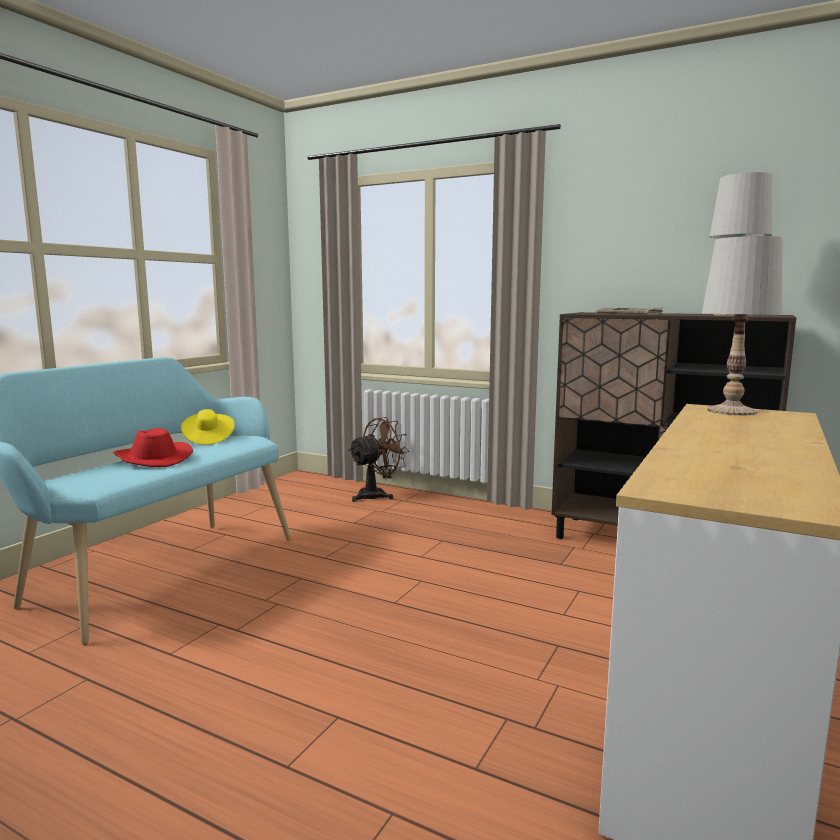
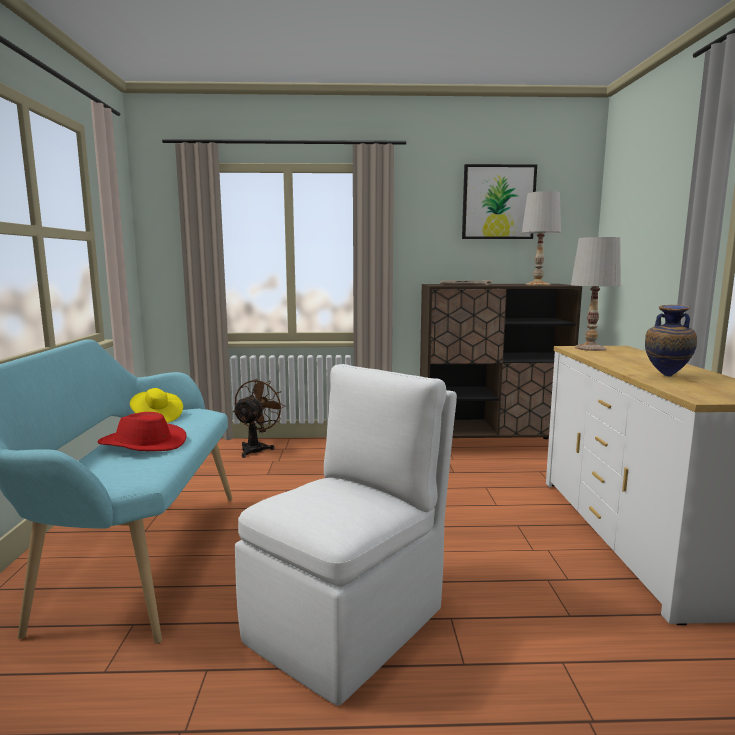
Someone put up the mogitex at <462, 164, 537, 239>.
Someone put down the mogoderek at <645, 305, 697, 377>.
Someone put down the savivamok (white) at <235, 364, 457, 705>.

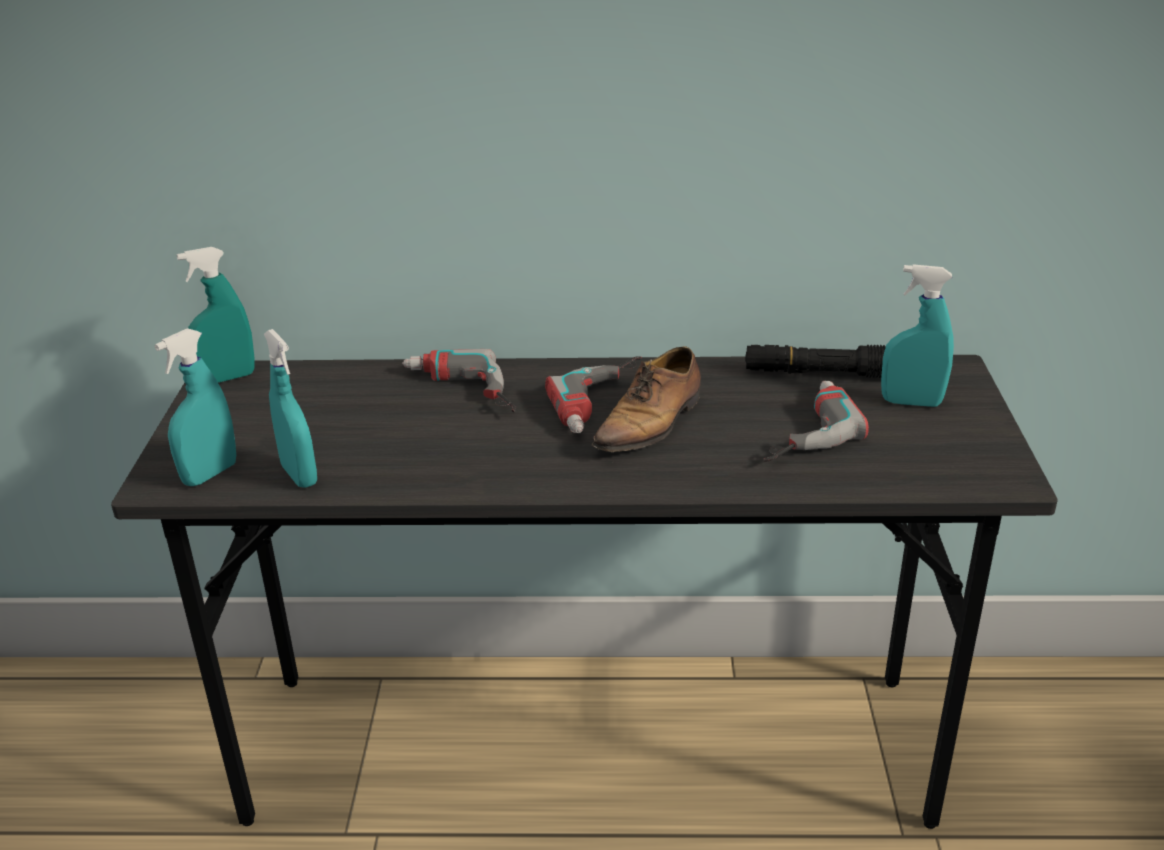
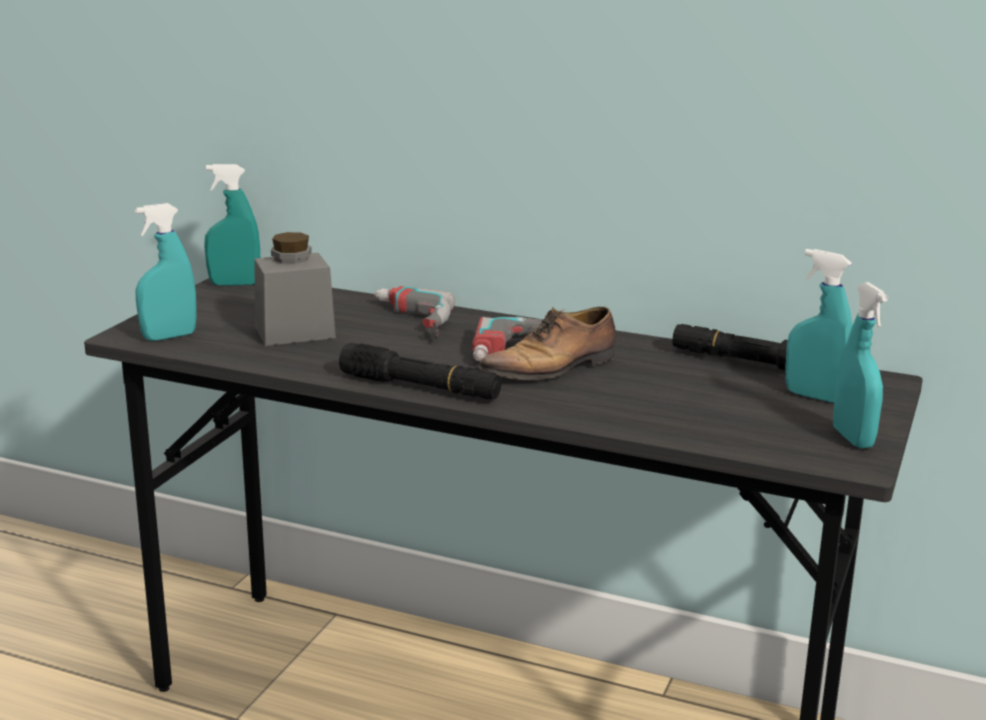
Someone carried the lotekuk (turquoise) from <264, 329, 317, 488> to <833, 282, 888, 449>.
Someone took away the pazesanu at <764, 381, 869, 462>.
Someone put down the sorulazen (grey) at <254, 232, 336, 346>.
Someone put down the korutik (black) at <339, 343, 502, 400>.

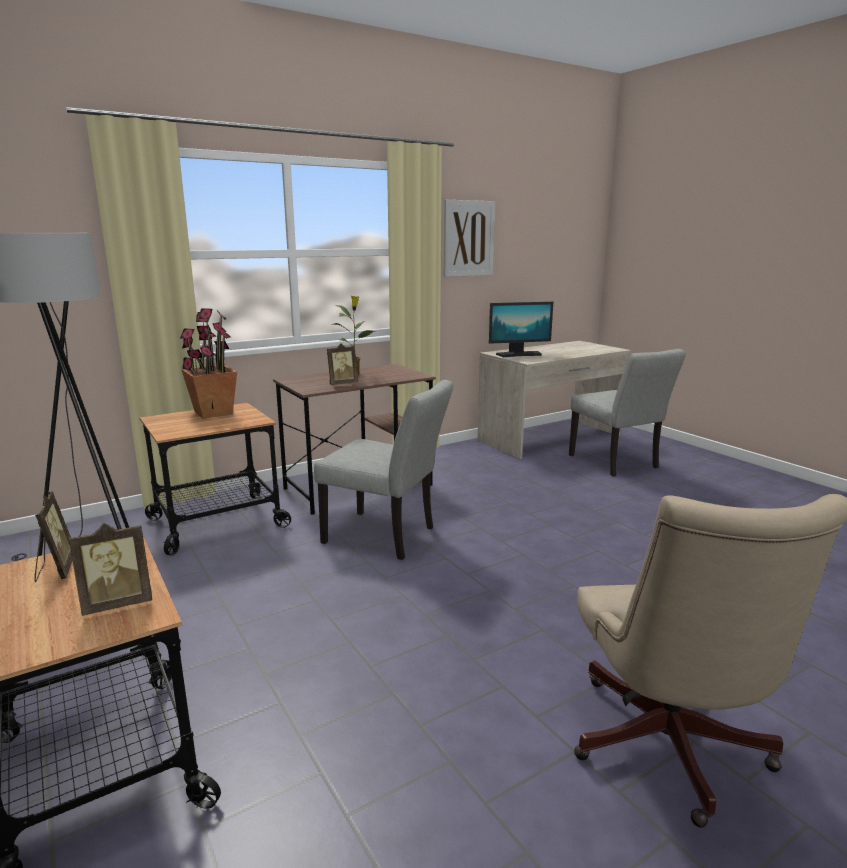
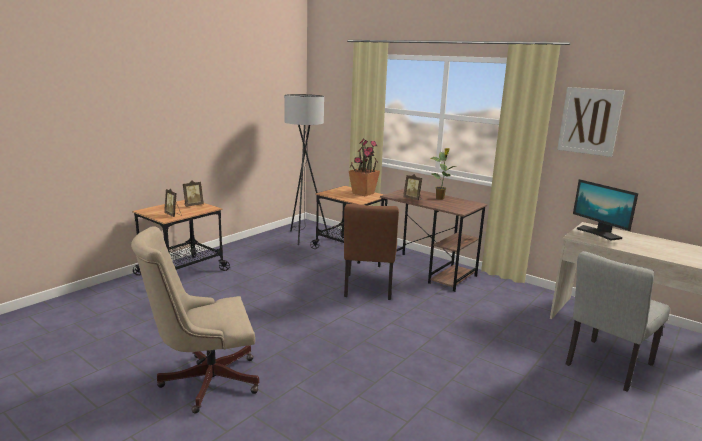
Someone repainted the savivamok (grey) at <314, 380, 453, 560>, which became the savivamok (brown) at <344, 204, 399, 300>.

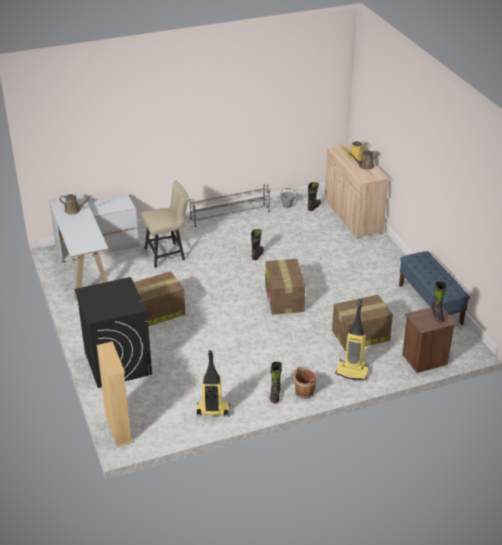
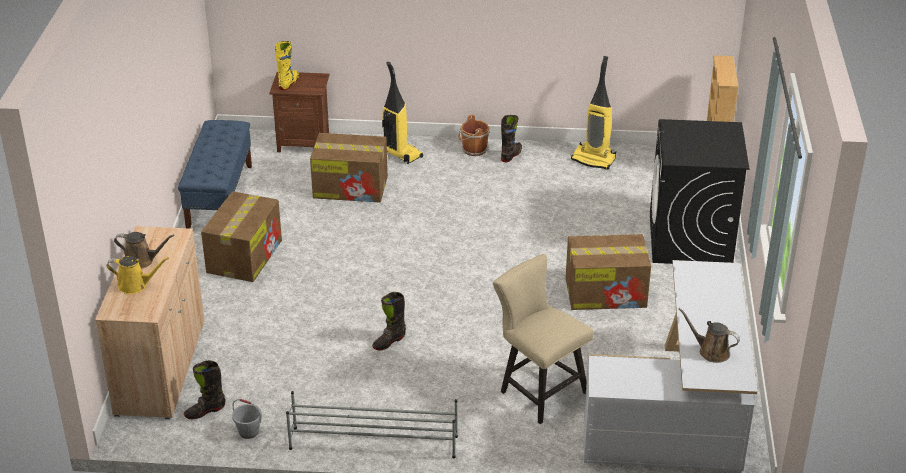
Someone rotated the savivamok (beige) at <141, 181, 189, 268> by 45 degrees clockwise.
Someone carried the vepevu from <265, 259, 305, 315> to <201, 191, 282, 282>.
Someone repainted the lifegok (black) at <432, 281, 447, 322>, which became the lifegok (yellow) at <275, 41, 299, 90>.

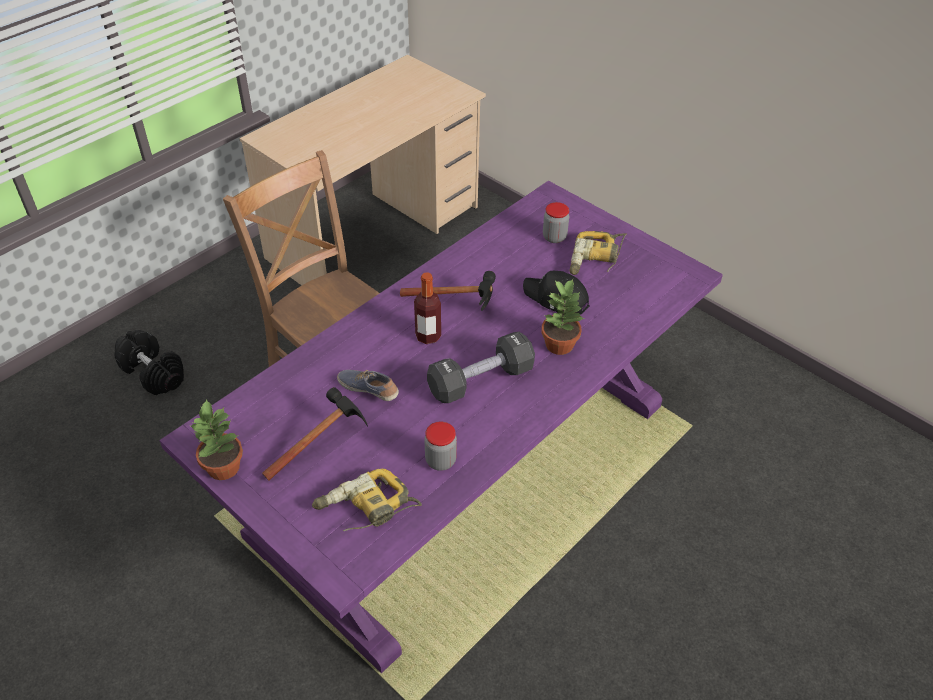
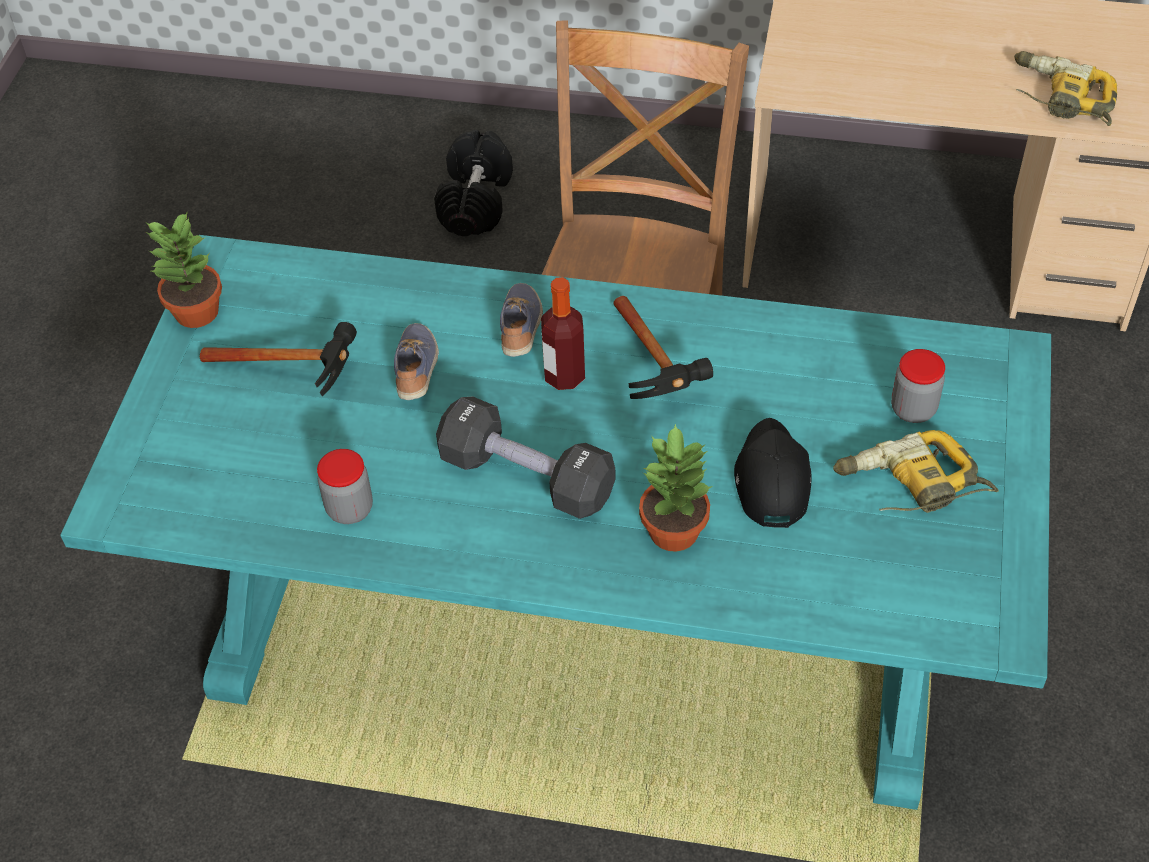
Someone repainted the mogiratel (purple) at <160, 181, 723, 673>, which became the mogiratel (turquoise) at <60, 235, 1051, 810>.
Someone carried the pazesanu from <312, 469, 422, 531> to <1014, 51, 1117, 126>.
Someone put down the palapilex at <500, 283, 543, 357>.

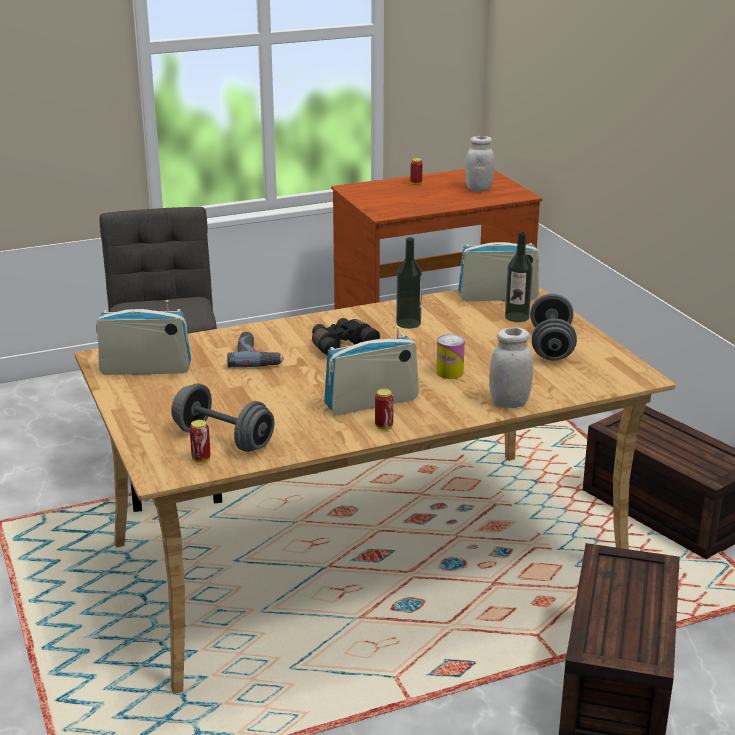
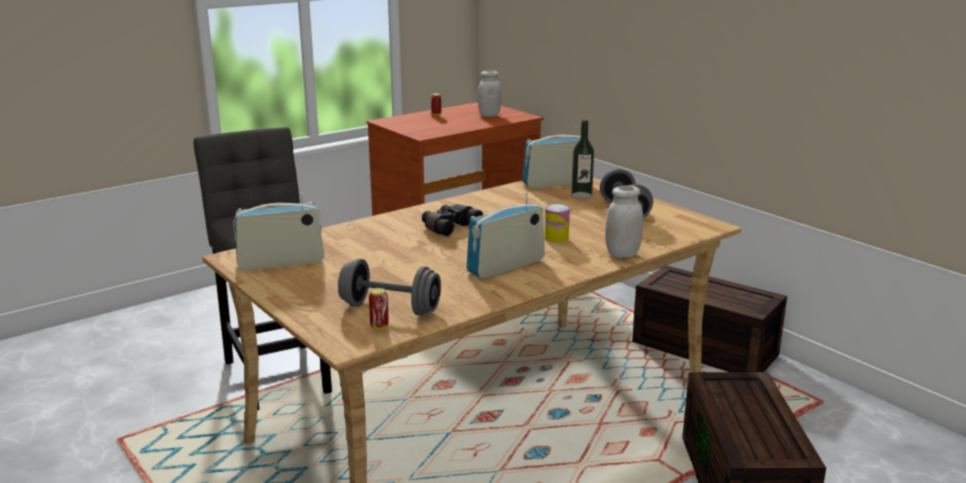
Someone took away the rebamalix at <396, 237, 422, 329>.
Someone took away the pazesanu at <227, 332, 284, 368>.
Someone took away the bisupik at <375, 389, 394, 430>.

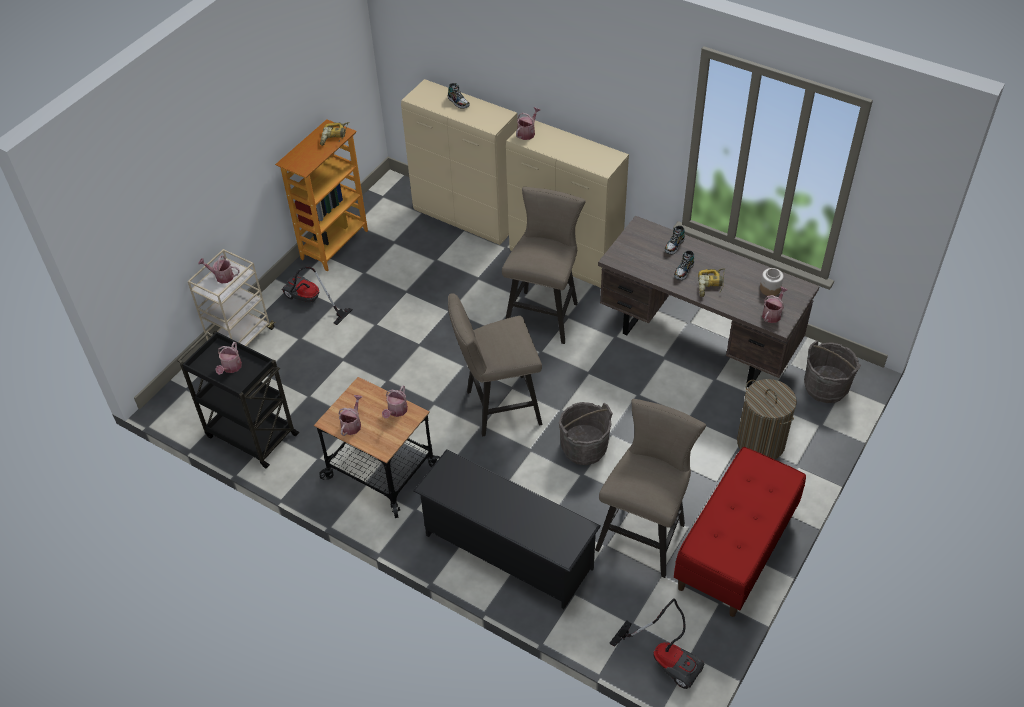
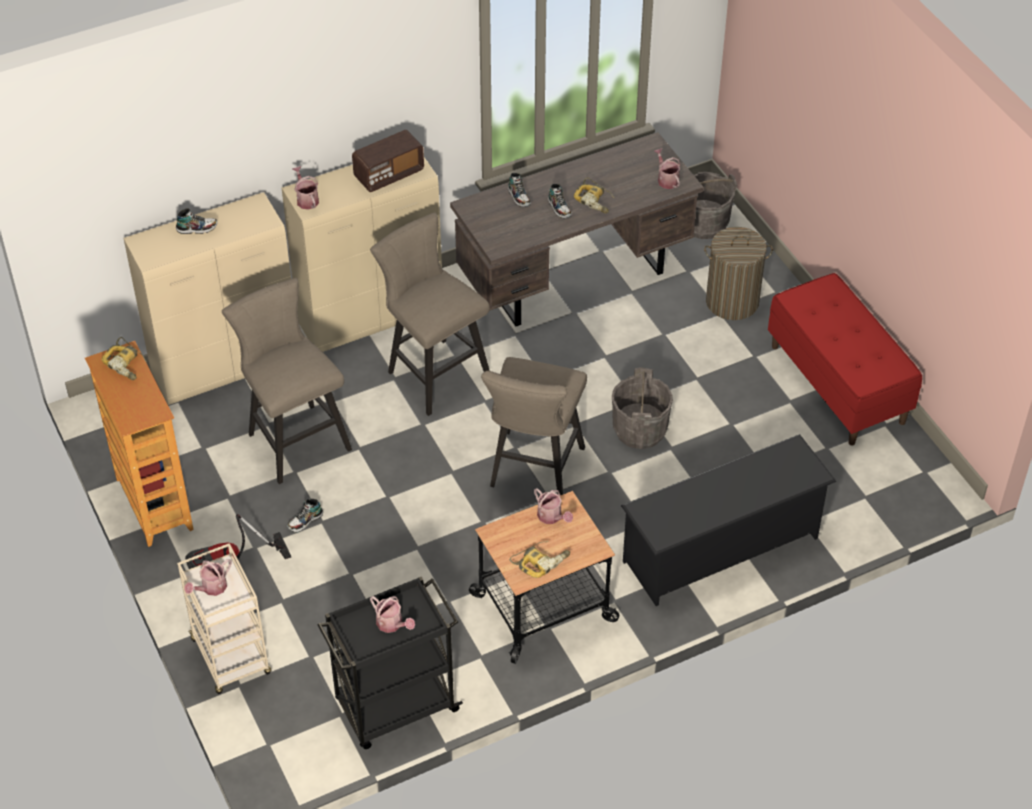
Someone took away the sorulazen at <760, 268, 784, 296>.
Someone swapped the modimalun at <339, 395, 362, 436> for the pazesanu at <510, 541, 570, 578>.
Someone carried the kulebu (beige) from <595, 399, 706, 578> to <222, 278, 352, 484>.
Someone took away the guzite at <609, 598, 704, 689>.
Someone put down the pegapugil at <352, 130, 424, 192>.
Someone put down the palapilex at <287, 499, 323, 533>.

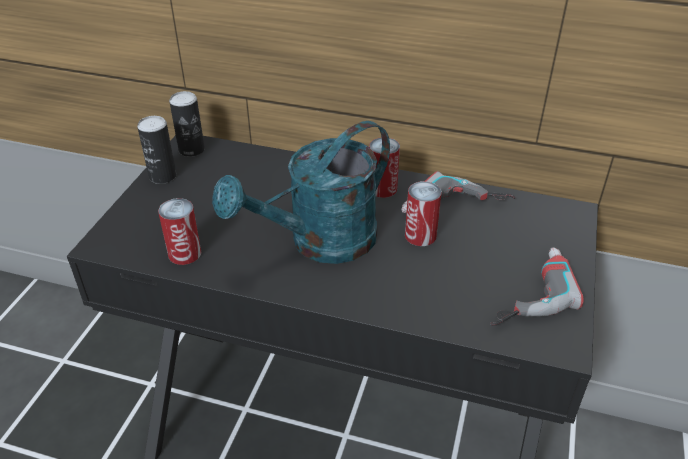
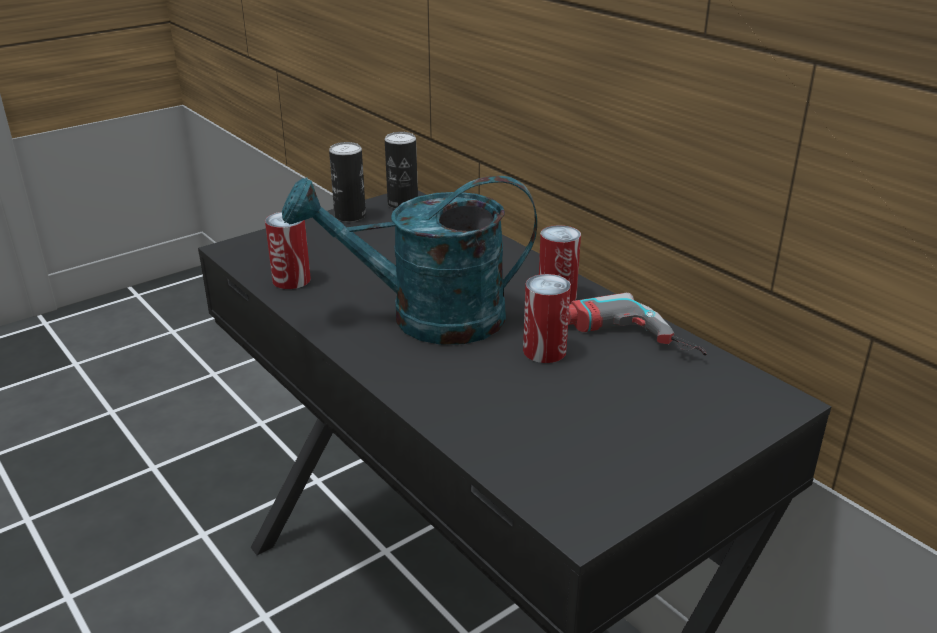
Someone took away the pazesanu at <490, 247, 584, 326>.

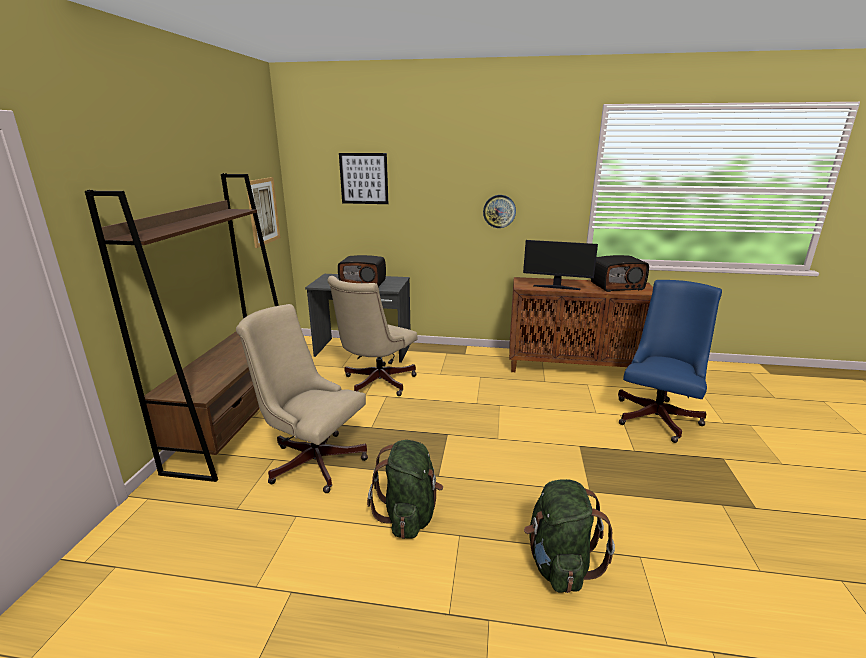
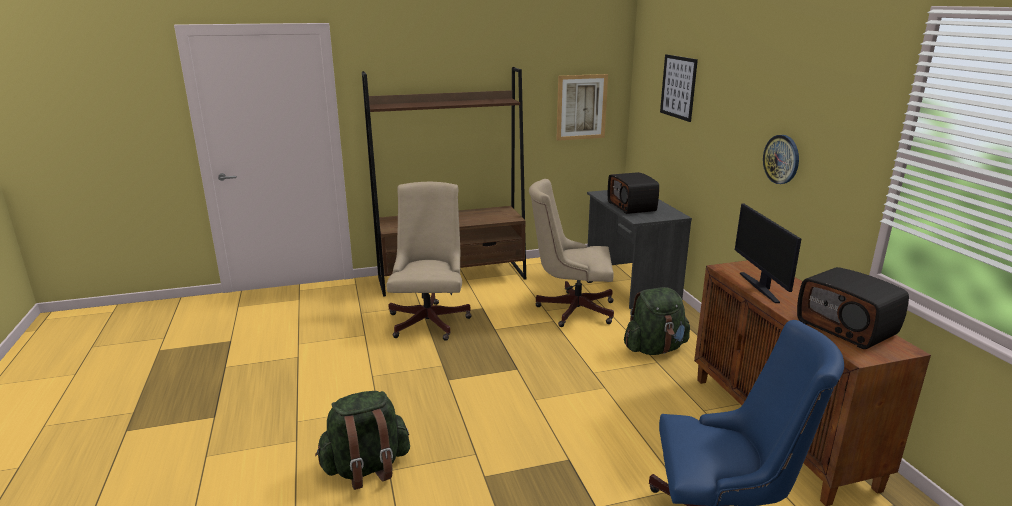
Someone carried the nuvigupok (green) from <367, 440, 443, 539> to <624, 287, 690, 355>.

